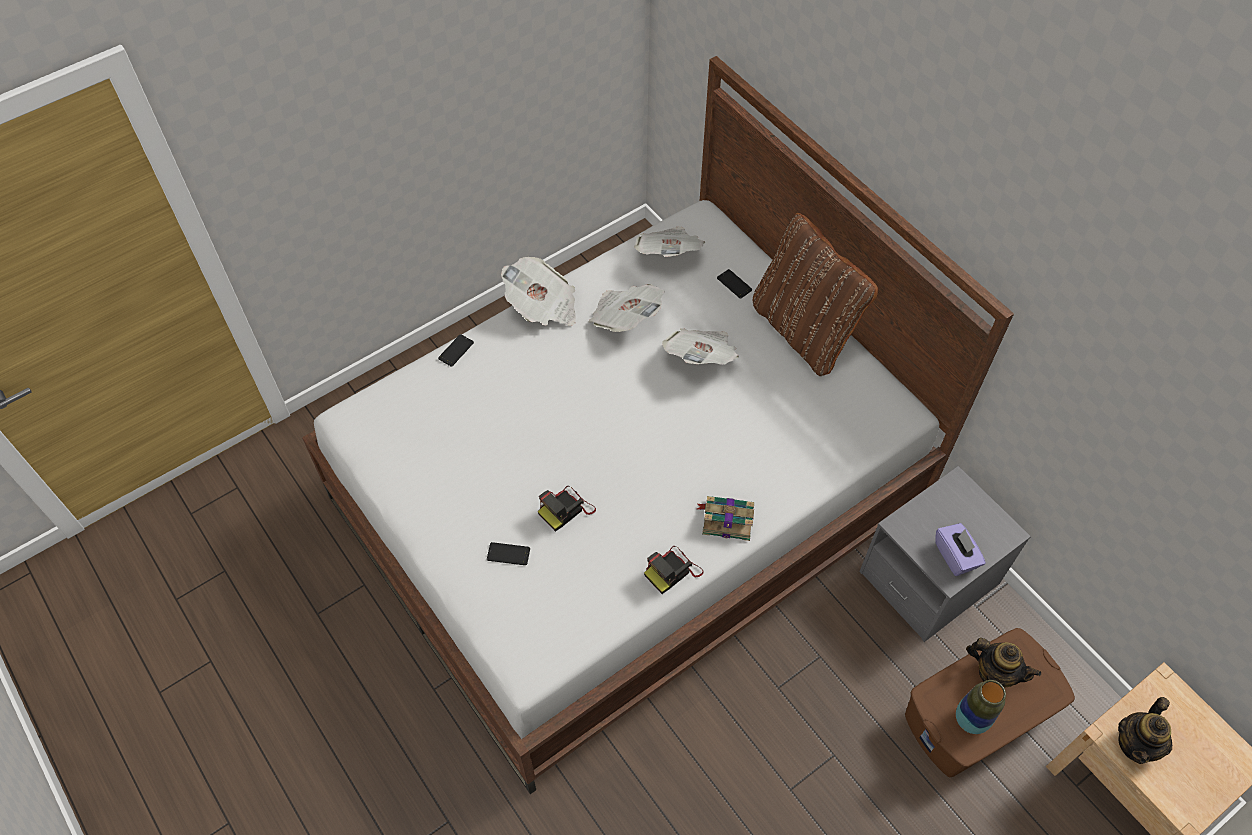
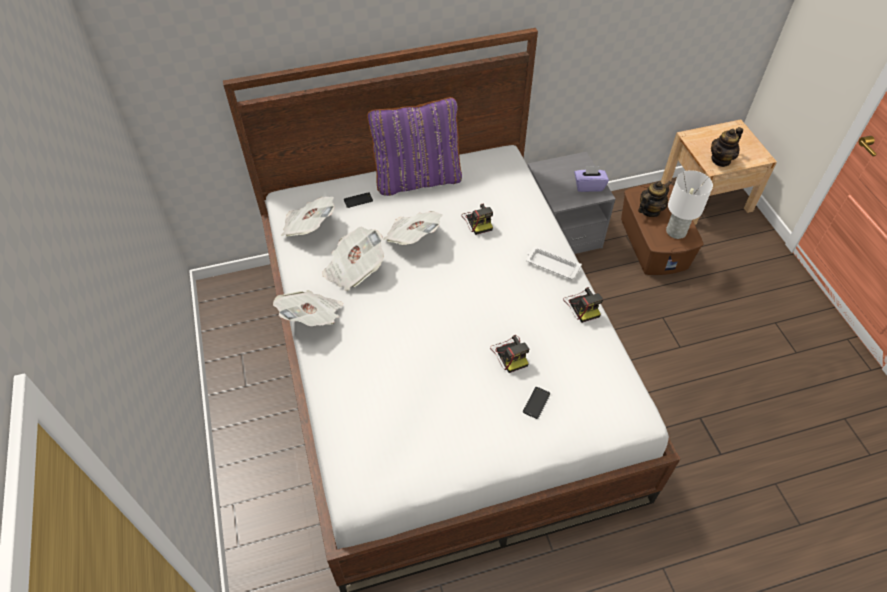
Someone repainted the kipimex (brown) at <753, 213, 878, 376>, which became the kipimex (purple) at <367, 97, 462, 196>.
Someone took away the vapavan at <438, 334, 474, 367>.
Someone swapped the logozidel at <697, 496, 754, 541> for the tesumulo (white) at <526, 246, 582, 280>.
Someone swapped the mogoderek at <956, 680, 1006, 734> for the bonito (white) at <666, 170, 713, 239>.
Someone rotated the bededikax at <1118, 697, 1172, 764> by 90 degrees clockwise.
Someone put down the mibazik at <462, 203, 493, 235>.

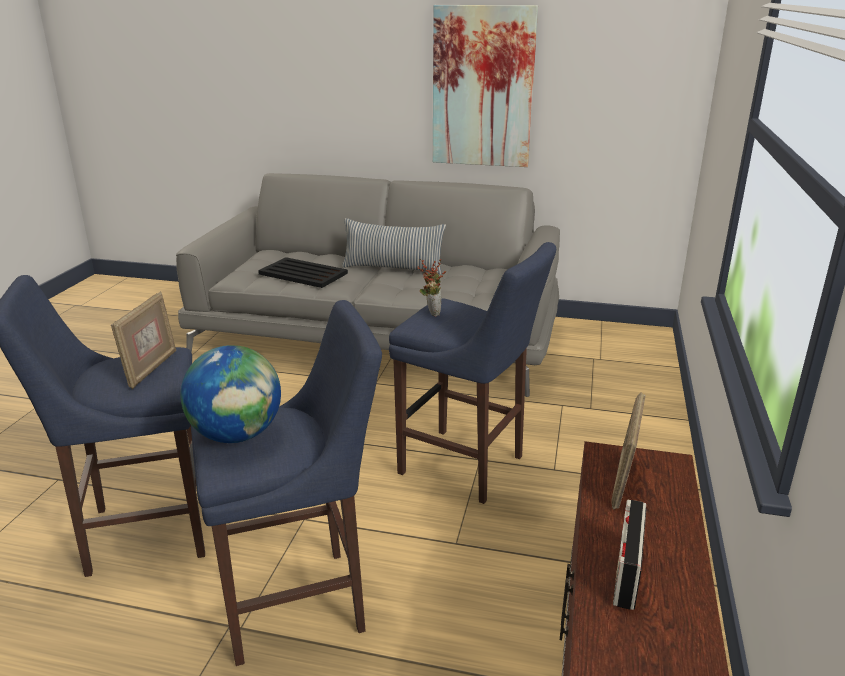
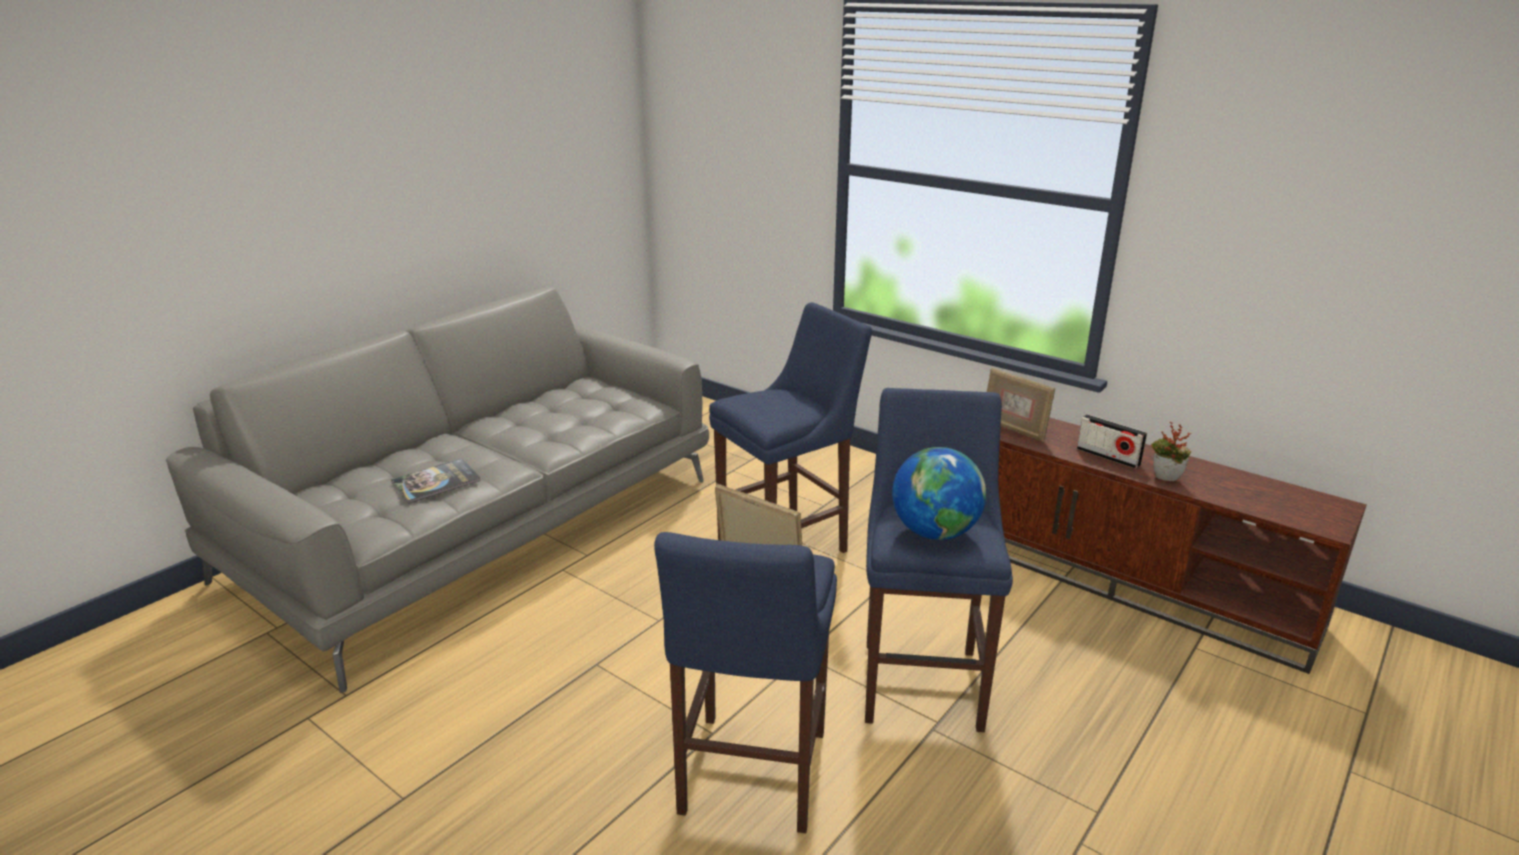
Someone took away the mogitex at <433, 5, 538, 167>.
Someone took away the kipimex at <342, 218, 446, 275>.
Someone swapped the tesumulo (black) at <258, 257, 348, 288> for the logozidel at <391, 458, 481, 504>.
Someone carried the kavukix from <417, 259, 446, 316> to <1151, 422, 1192, 481>.

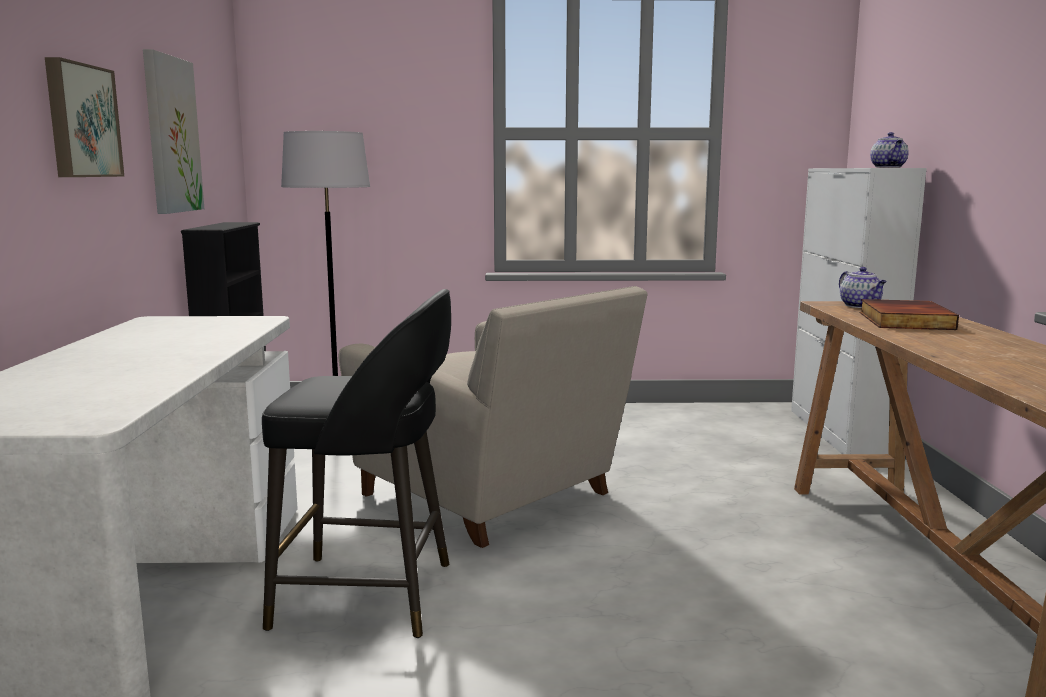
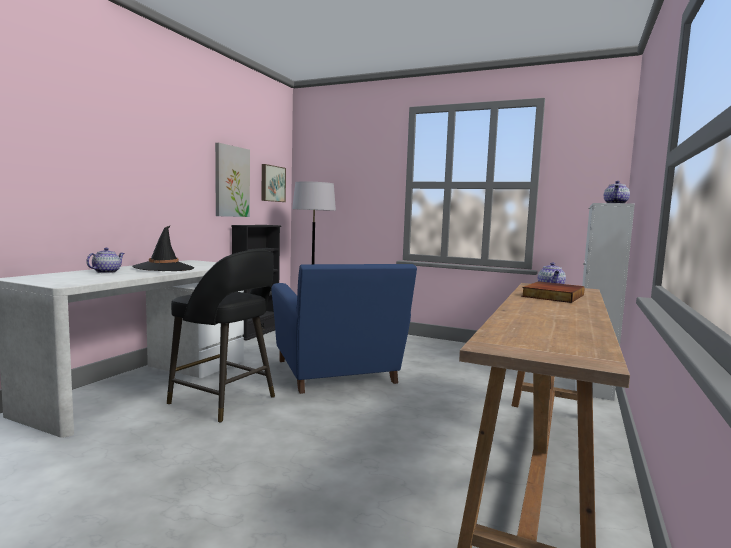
Someone carried the mogitex from <45, 57, 125, 177> to <262, 164, 286, 202>.
Someone repainted the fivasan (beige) at <338, 286, 648, 548>, which became the fivasan (blue) at <272, 264, 417, 394>.
Someone put down the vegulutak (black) at <132, 225, 194, 271>.
Someone put down the bededikax at <86, 248, 124, 273>.

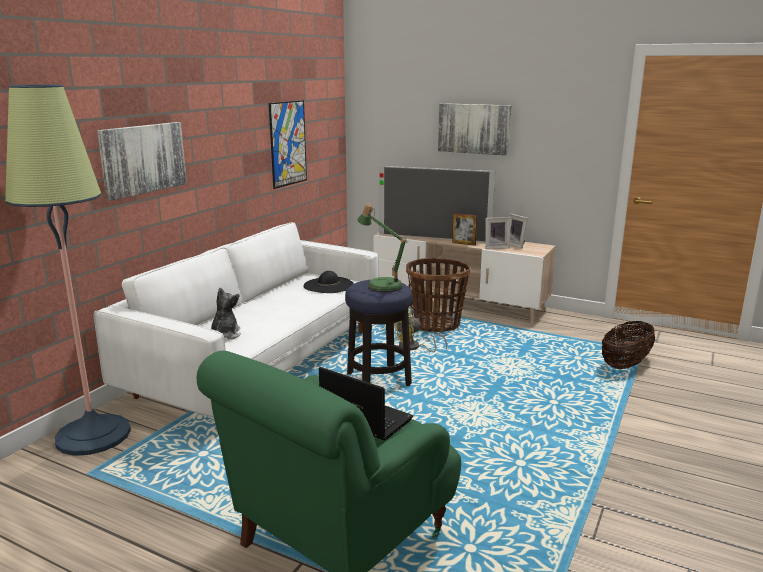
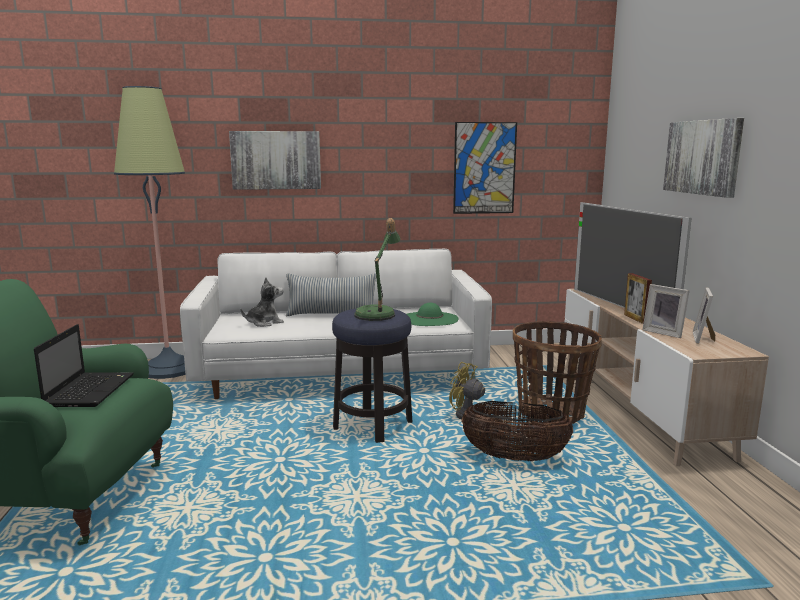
Someone repainted the vegulutak (black) at <303, 271, 354, 293>, which became the vegulutak (green) at <407, 303, 458, 326>.
Someone carried the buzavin from <602, 321, 655, 369> to <461, 401, 573, 461>.
Someone put down the kipimex at <286, 273, 376, 316>.

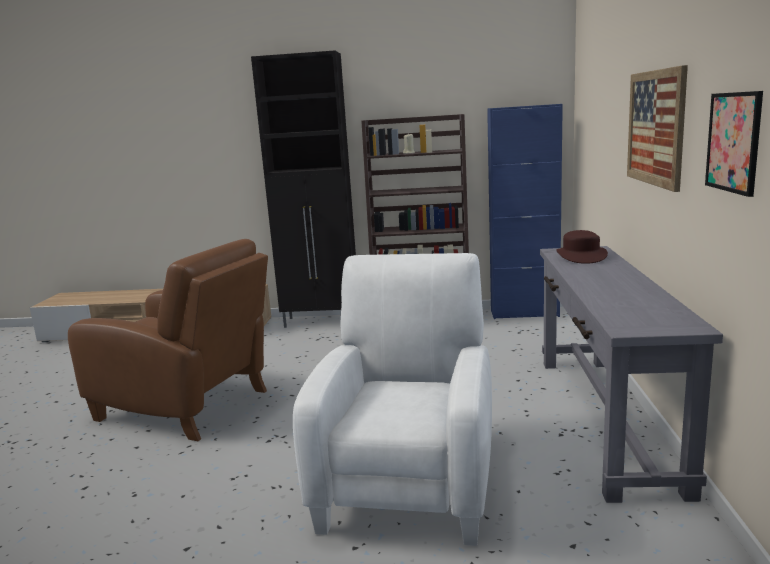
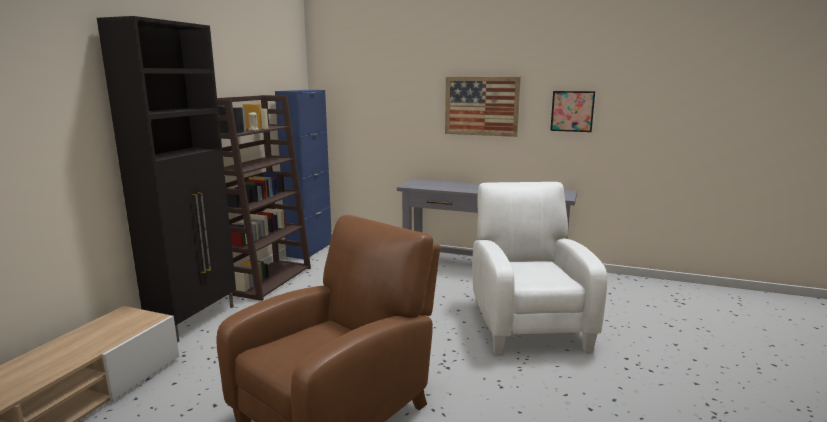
Someone took away the vegulutak (brown) at <556, 230, 608, 264>.
Someone rotated the fivasan (white) at <293, 253, 492, 546> by 60 degrees clockwise.

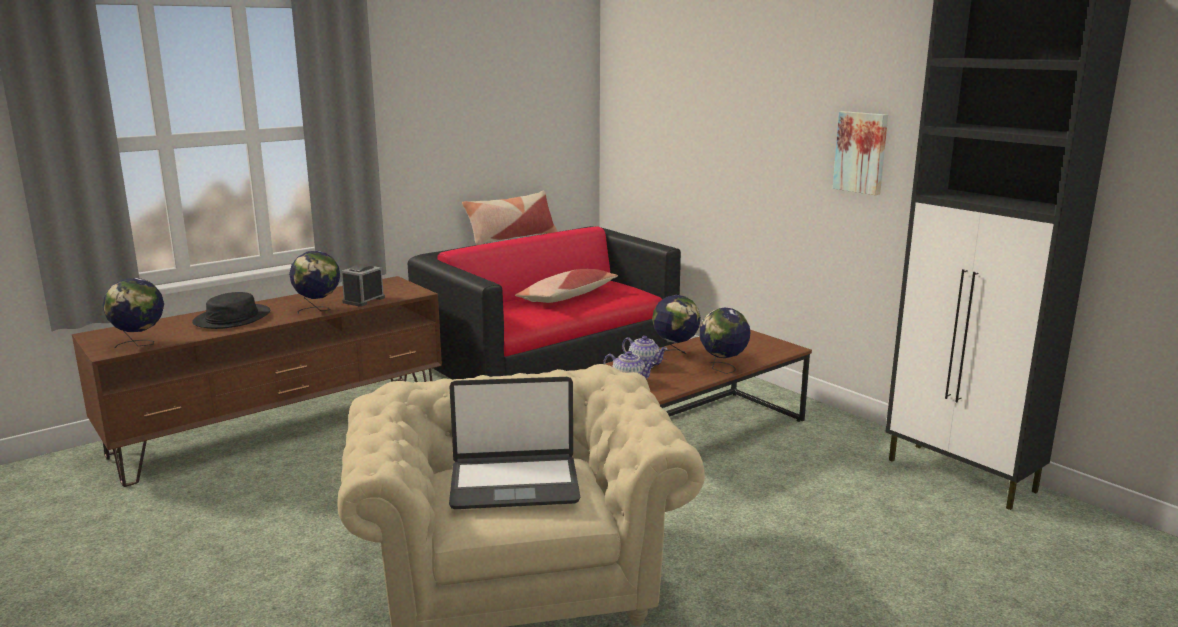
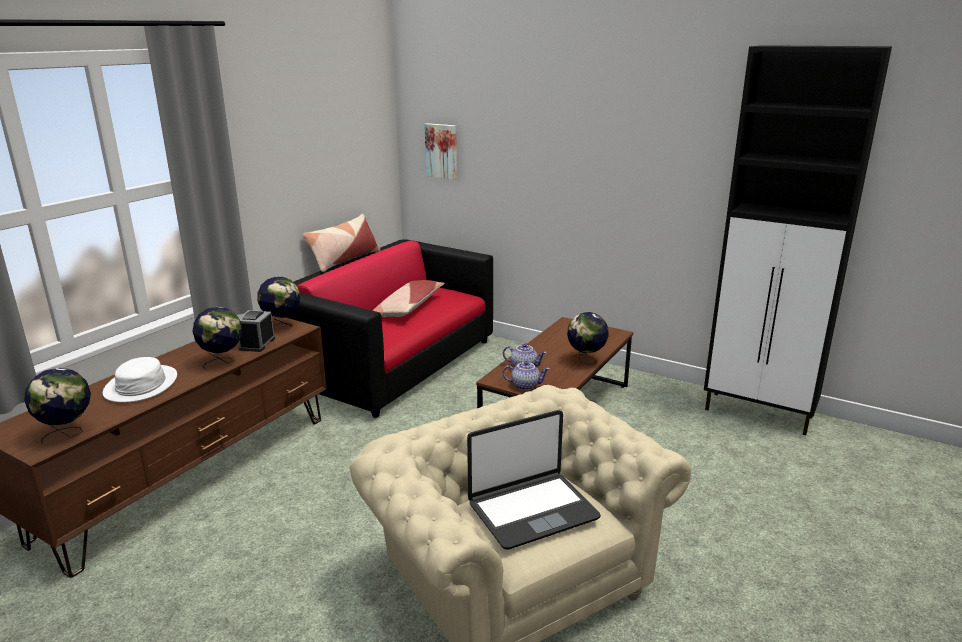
Someone carried the mogitex from <833, 111, 888, 195> to <424, 123, 457, 180>.
Someone repainted the vegulutak (black) at <192, 292, 270, 329>, which became the vegulutak (white) at <103, 357, 177, 402>.
Someone carried the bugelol from <652, 295, 701, 360> to <257, 277, 300, 326>.

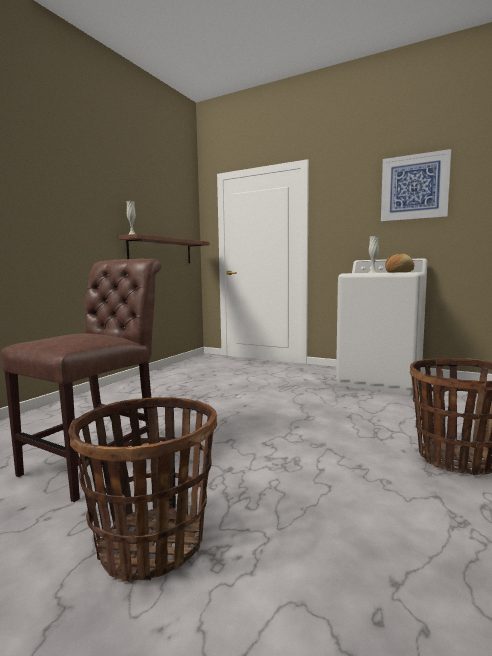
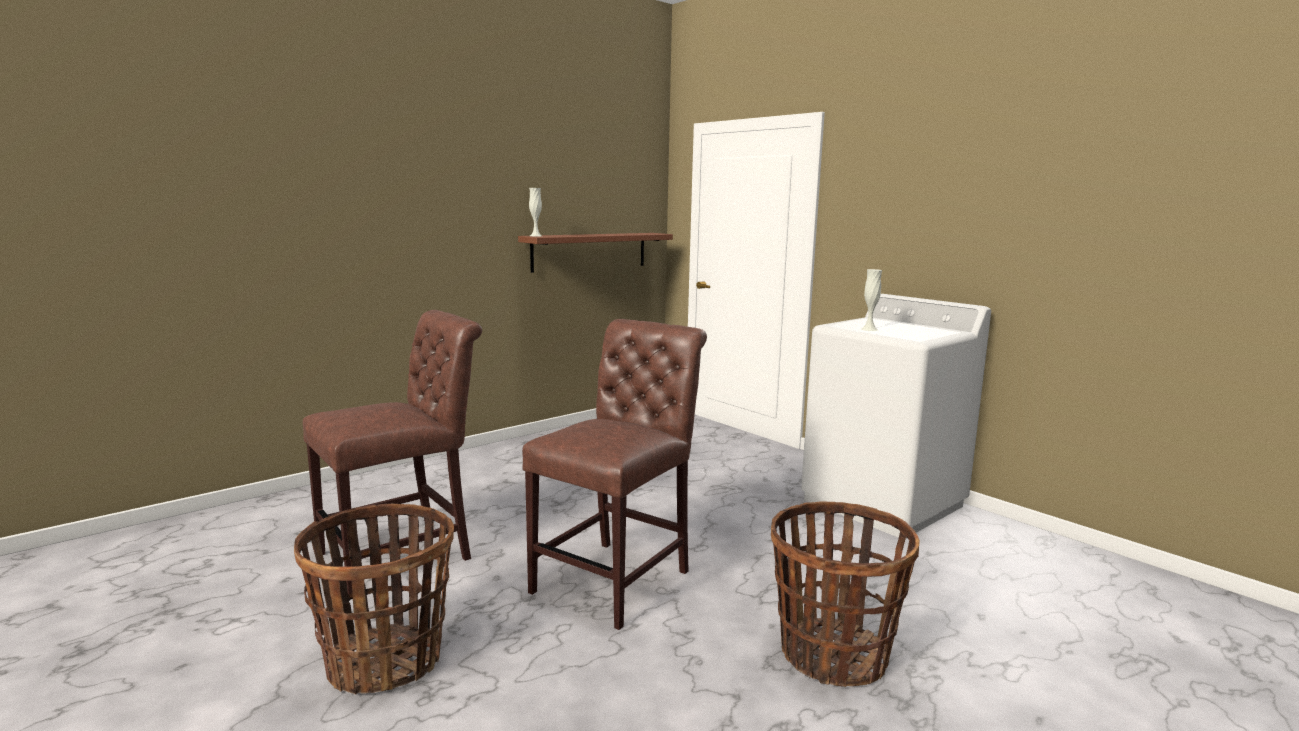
Someone took away the mogitex at <381, 149, 451, 222>.
Someone took away the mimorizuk at <385, 254, 415, 273>.
Someone put down the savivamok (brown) at <522, 319, 707, 630>.

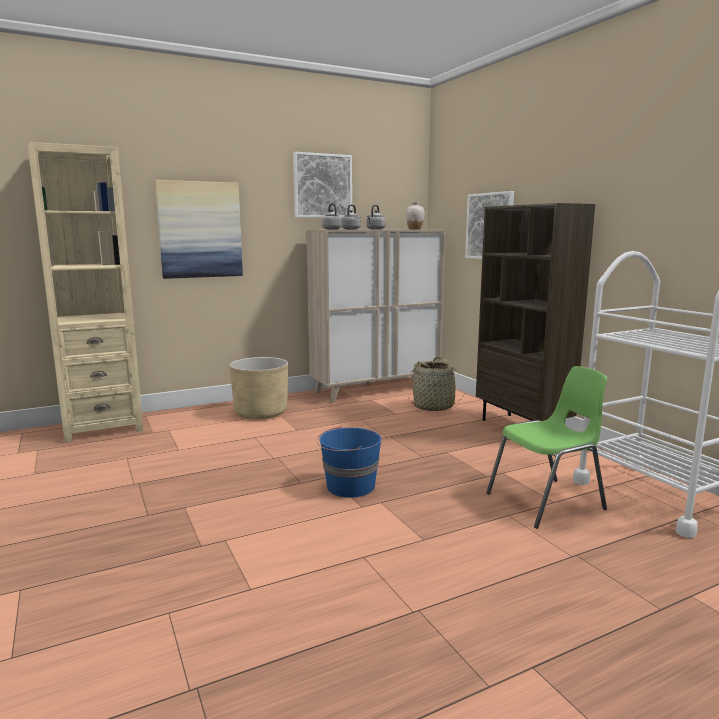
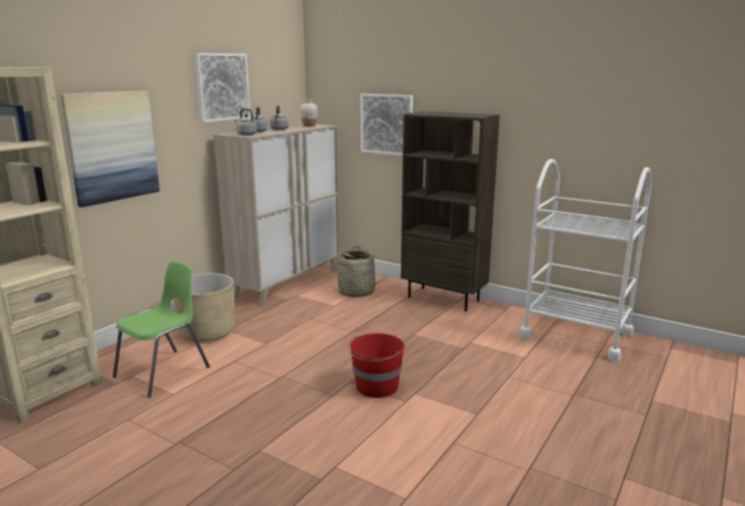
Someone carried the savivamok (green) from <486, 366, 607, 529> to <113, 261, 210, 398>.
Someone repainted the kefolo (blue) at <316, 426, 381, 498>, which became the kefolo (red) at <347, 333, 405, 398>.

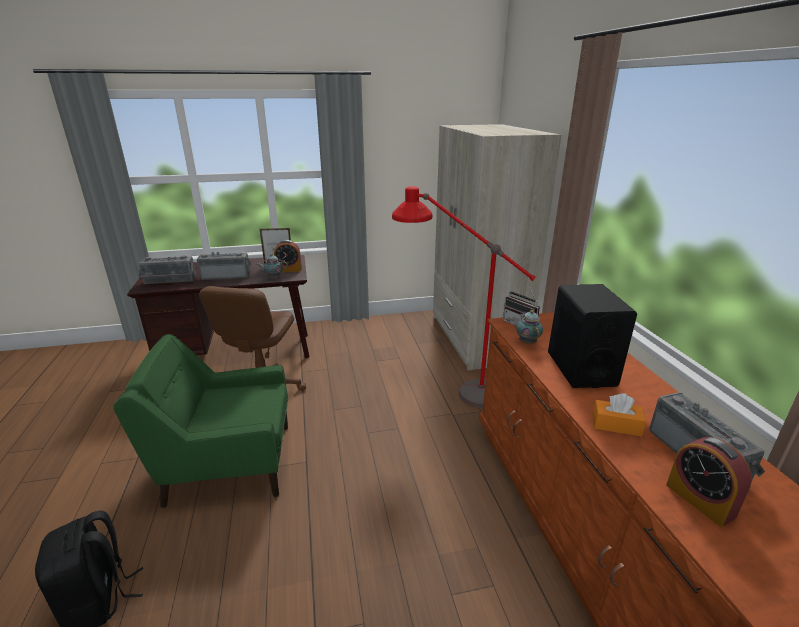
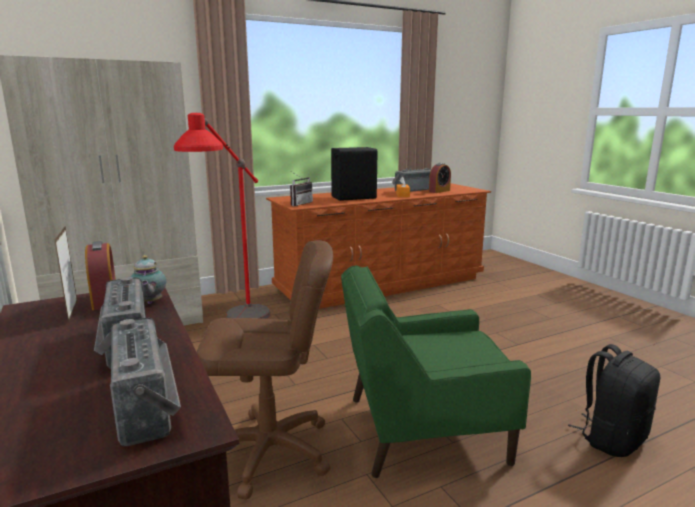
Someone took away the bededikax at <516, 310, 543, 344>.
Someone rotated the fivasan (green) at <113, 334, 289, 508> by 105 degrees clockwise.

